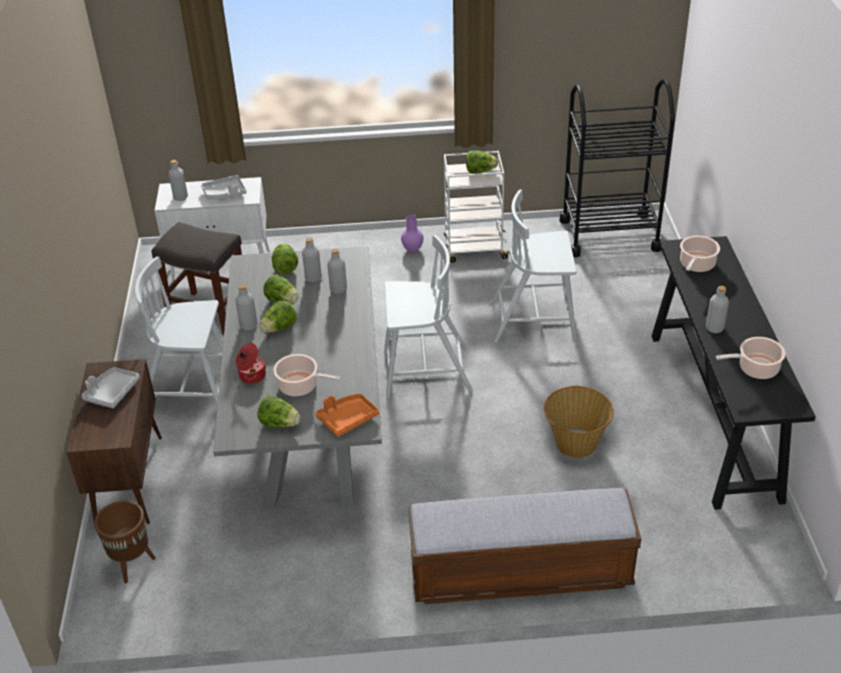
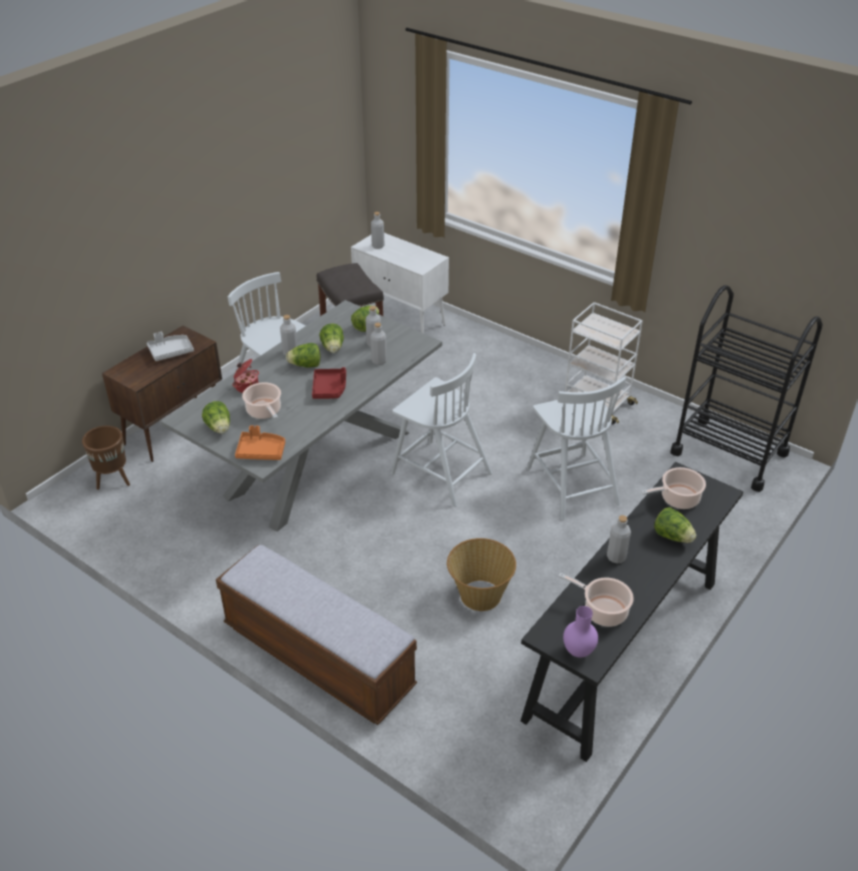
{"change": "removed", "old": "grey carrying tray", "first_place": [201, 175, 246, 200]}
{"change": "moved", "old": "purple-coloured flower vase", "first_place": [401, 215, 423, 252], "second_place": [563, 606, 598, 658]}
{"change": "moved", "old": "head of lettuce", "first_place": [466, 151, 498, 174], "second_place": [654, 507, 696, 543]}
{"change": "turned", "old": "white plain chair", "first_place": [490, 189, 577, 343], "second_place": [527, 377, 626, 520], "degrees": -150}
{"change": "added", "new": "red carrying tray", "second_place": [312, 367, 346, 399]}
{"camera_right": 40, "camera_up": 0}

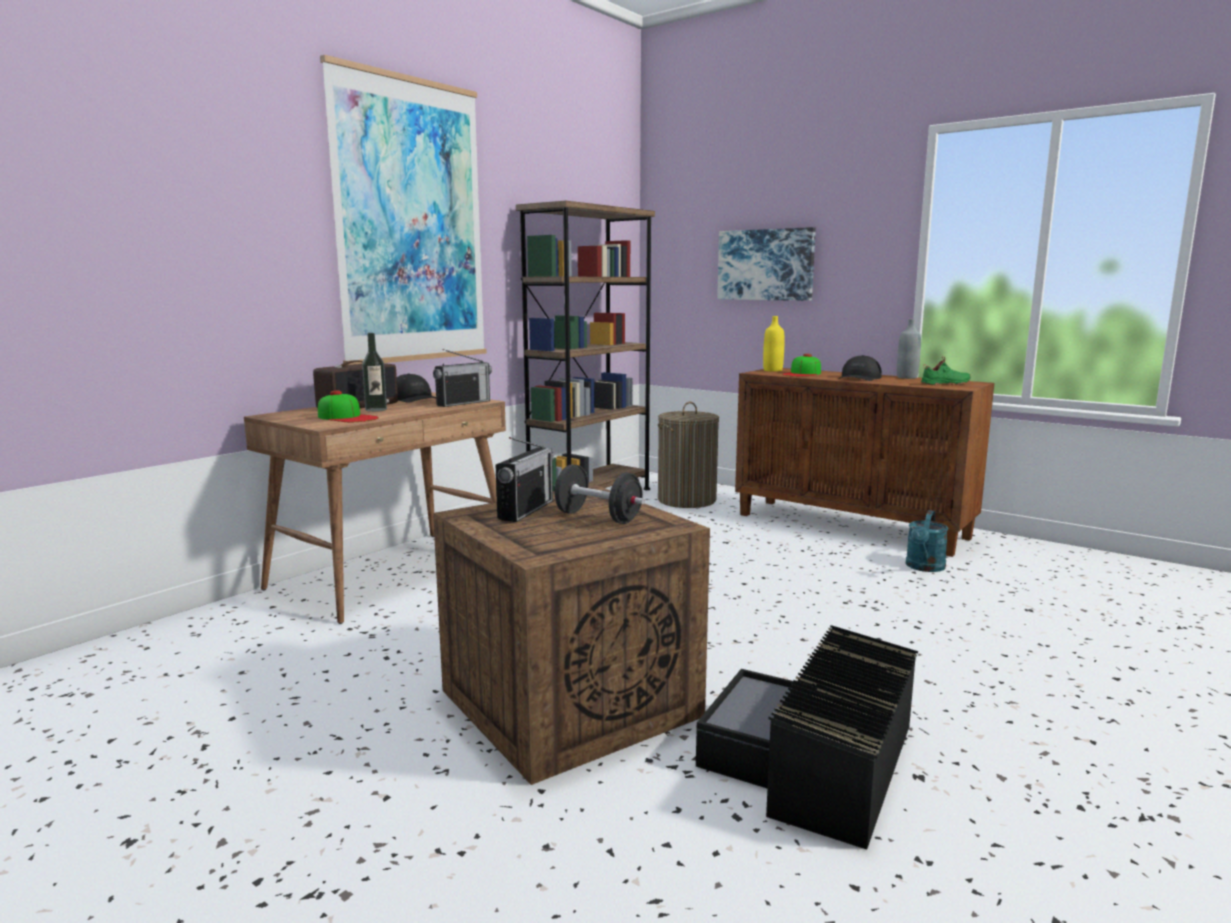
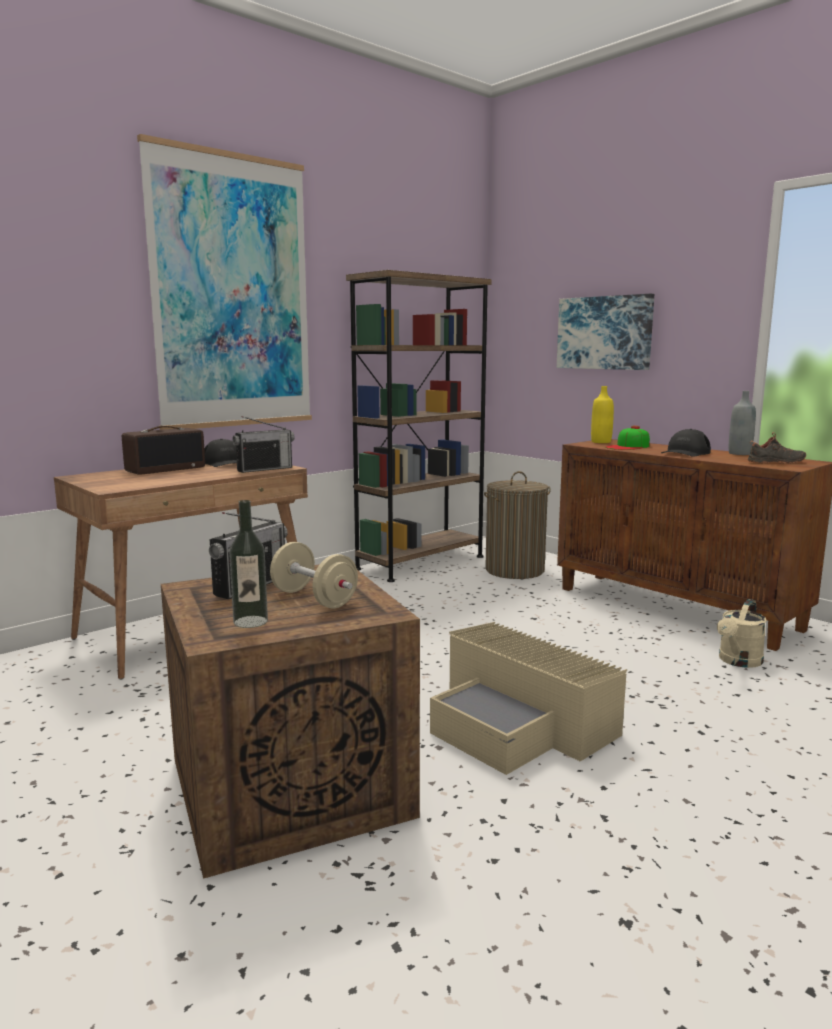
{"change": "removed", "old": "peaked cap", "first_place": [318, 391, 379, 422]}
{"change": "moved", "old": "bottle", "first_place": [362, 333, 387, 412], "second_place": [229, 500, 268, 628]}
{"change": "recoloured", "old": "black-coloured dumbbell", "new": "beige-coloured dumbbell", "first_place": [554, 464, 645, 524], "second_place": [270, 542, 358, 608]}
{"change": "removed", "old": "black-coloured storage container", "first_place": [696, 625, 918, 850]}
{"change": "recoloured", "old": "turquoise watering can", "new": "beige-coloured watering can", "first_place": [906, 510, 948, 572], "second_place": [717, 599, 767, 668]}
{"change": "recoloured", "old": "greenish low shoe", "new": "black-coloured low shoe", "first_place": [921, 356, 971, 385], "second_place": [748, 432, 806, 464]}
{"change": "added", "new": "beige-coloured storage container", "second_place": [430, 622, 627, 775]}
{"camera_right": 10, "camera_up": 0}

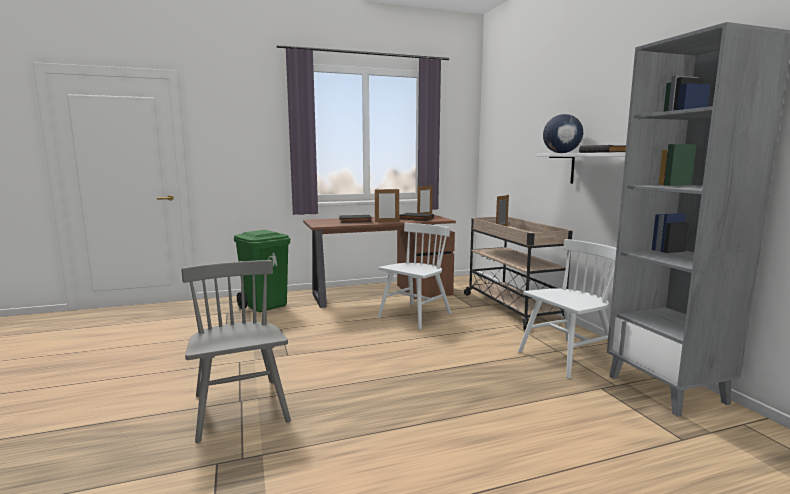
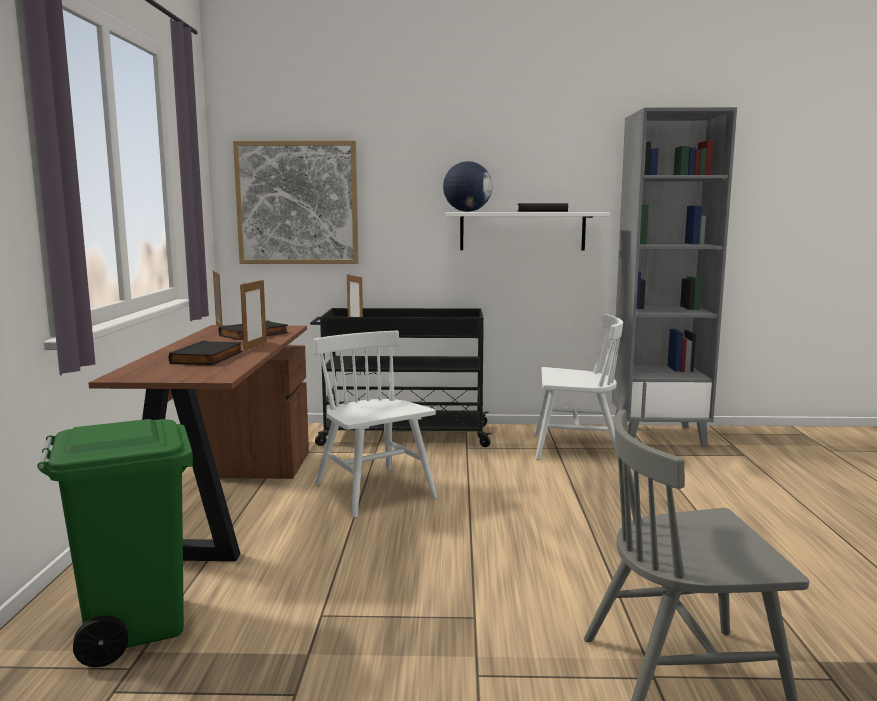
{"change": "recoloured", "old": "beige-coloured cart", "new": "black-coloured cart", "first_place": [464, 217, 573, 330], "second_place": [310, 308, 492, 447]}
{"change": "turned", "old": "white plain chair", "first_place": [518, 239, 616, 378], "second_place": [535, 314, 623, 460], "degrees": 105}
{"change": "added", "new": "picture", "second_place": [233, 141, 359, 264]}
{"camera_right": -70, "camera_up": 0}

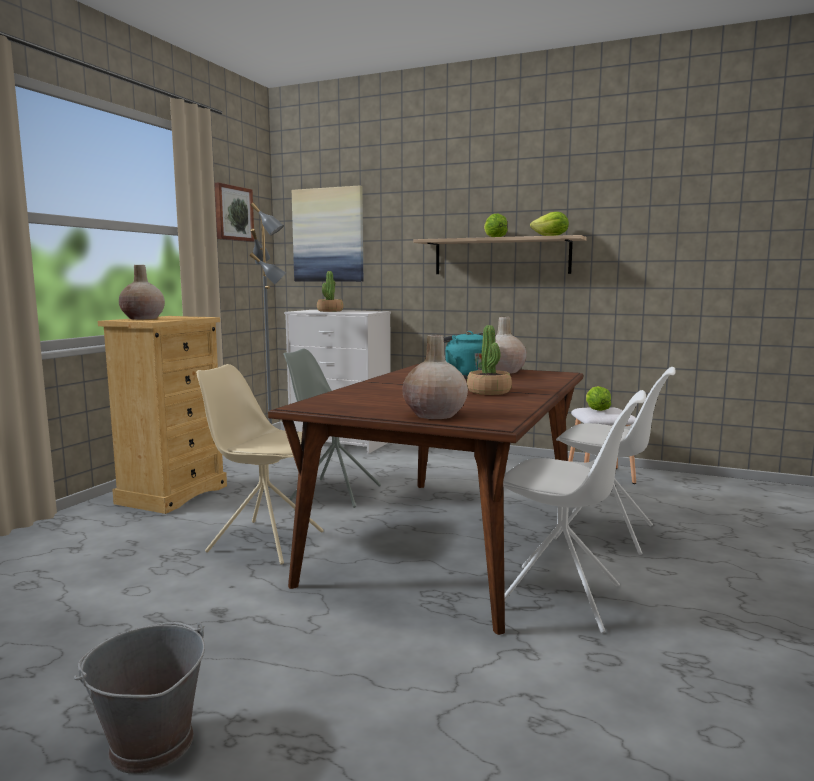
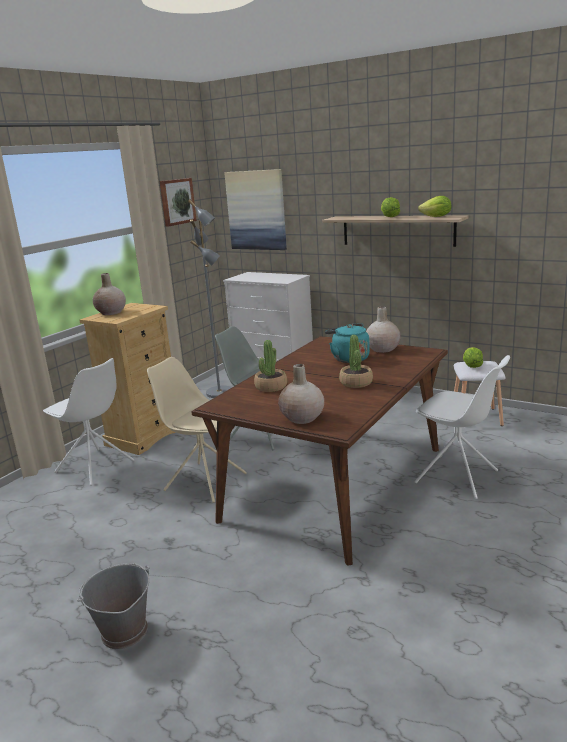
{"change": "moved", "old": "houseplant", "first_place": [317, 271, 344, 312], "second_place": [254, 340, 287, 392]}
{"change": "moved", "old": "white plain chair", "first_place": [503, 390, 646, 633], "second_place": [43, 358, 135, 486]}
{"camera_right": 10, "camera_up": 10}

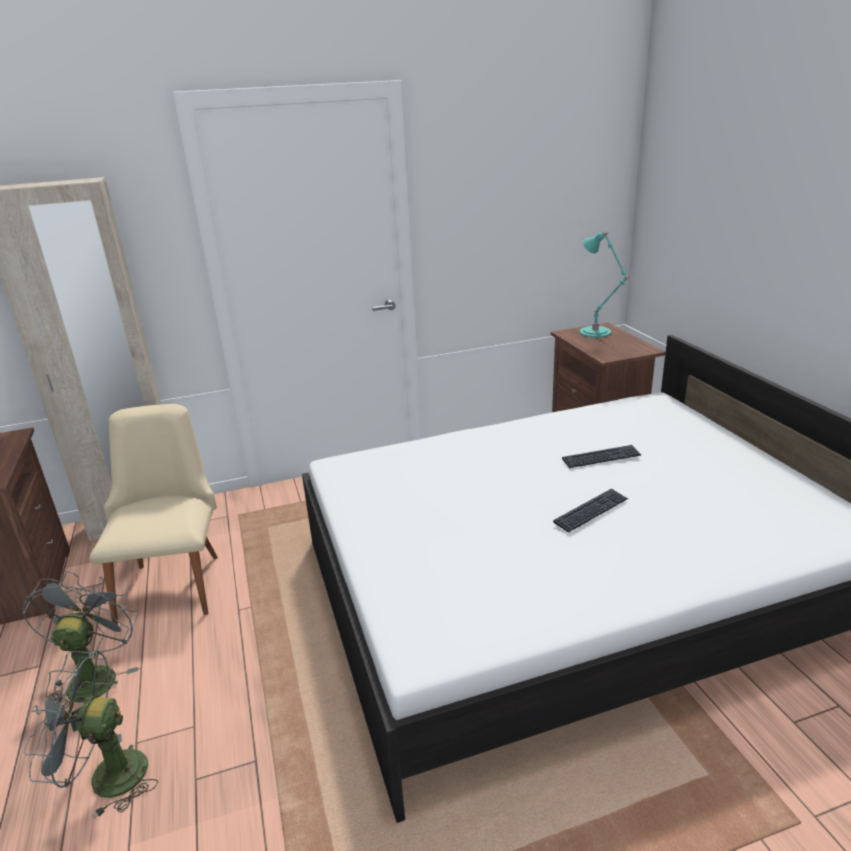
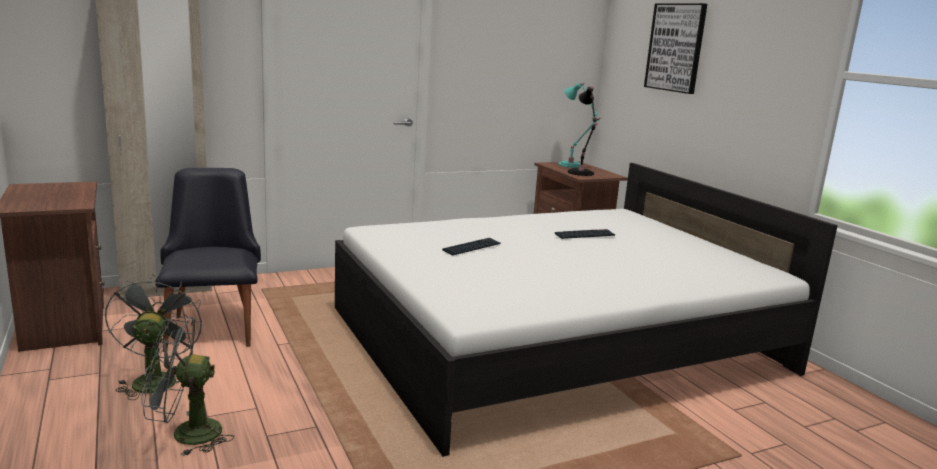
{"change": "recoloured", "old": "beige-coloured plain chair", "new": "black-coloured plain chair", "first_place": [89, 404, 218, 624], "second_place": [155, 168, 261, 352]}
{"change": "moved", "old": "PC keyboard", "first_place": [553, 489, 628, 532], "second_place": [442, 238, 501, 256]}
{"change": "added", "new": "black-coloured lamp for a table", "second_place": [568, 86, 598, 176]}
{"change": "added", "new": "picture", "second_place": [644, 3, 707, 94]}
{"camera_right": -10, "camera_up": -10}

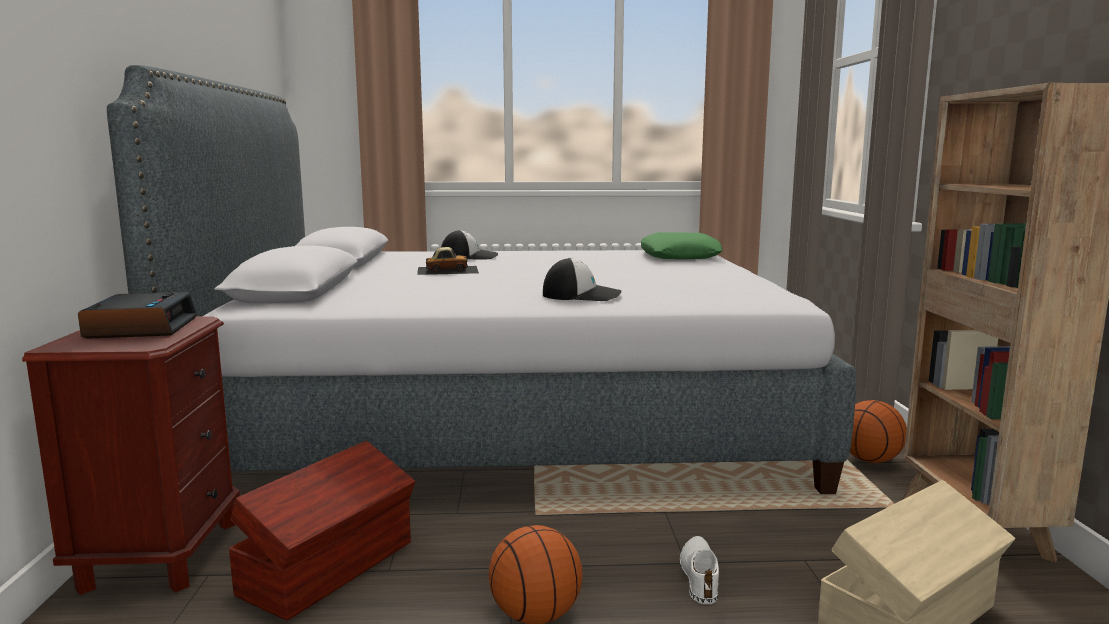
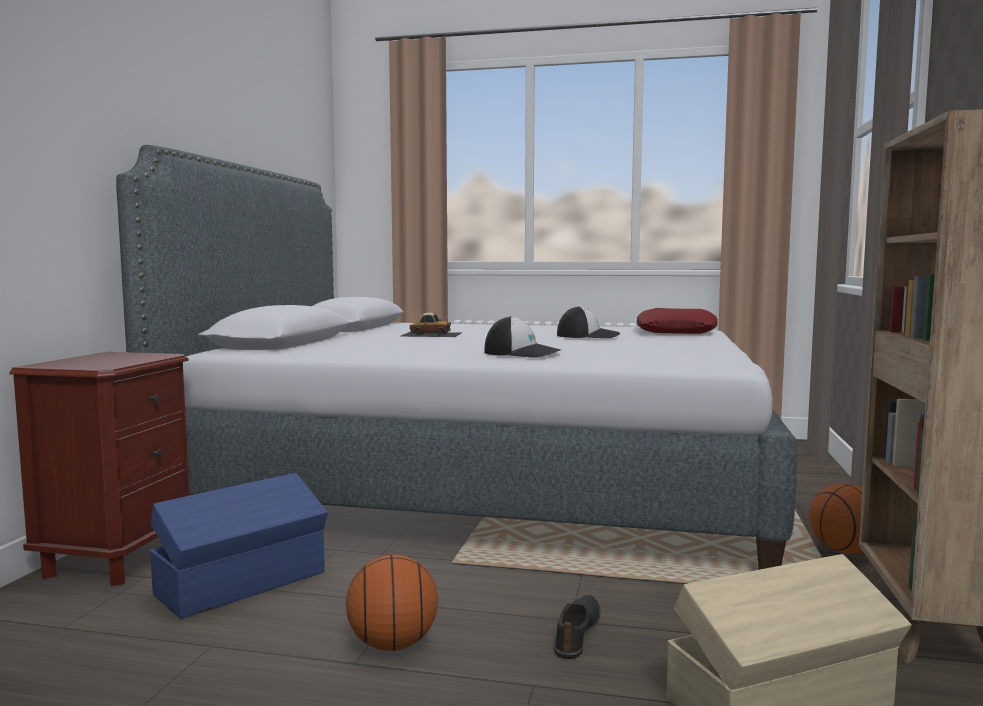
{"change": "removed", "old": "alarm clock", "first_place": [78, 292, 197, 339]}
{"change": "recoloured", "old": "brownish storage container", "new": "blue-coloured storage container", "first_place": [229, 441, 415, 621], "second_place": [150, 473, 328, 619]}
{"change": "moved", "old": "peaked cap", "first_place": [441, 230, 498, 259], "second_place": [557, 306, 620, 338]}
{"change": "recoloured", "old": "greenish throw pillow", "new": "red throw pillow", "first_place": [641, 232, 722, 260], "second_place": [637, 308, 717, 334]}
{"change": "recoloured", "old": "white low shoe", "new": "black-coloured low shoe", "first_place": [680, 536, 719, 604], "second_place": [553, 595, 600, 659]}
{"camera_right": 15, "camera_up": -5}

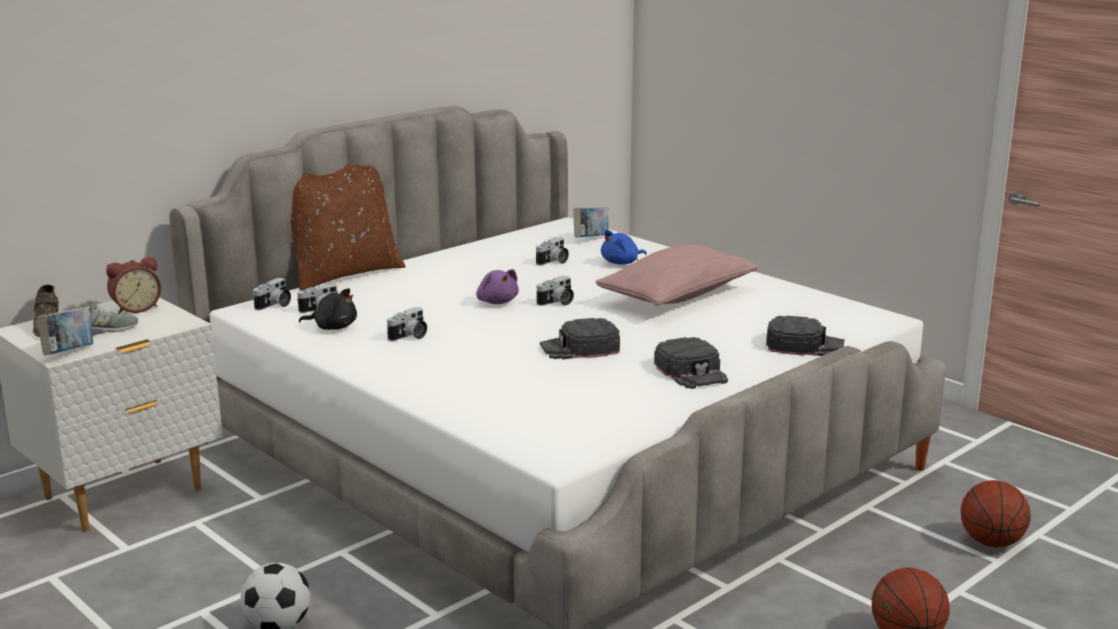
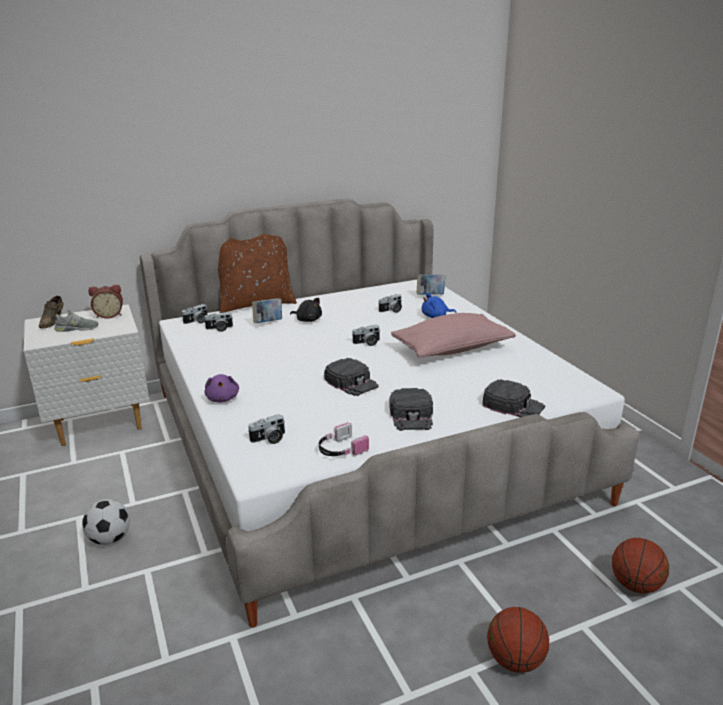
{"change": "moved", "old": "bound book", "first_place": [37, 308, 93, 355], "second_place": [252, 298, 282, 323]}
{"change": "moved", "old": "black-coloured cuddly toy", "first_place": [299, 288, 357, 330], "second_place": [290, 298, 322, 322]}
{"change": "moved", "old": "still camera", "first_place": [387, 307, 427, 341], "second_place": [248, 414, 285, 444]}
{"change": "moved", "old": "purple-coloured cuddly toy", "first_place": [476, 269, 519, 304], "second_place": [204, 374, 239, 403]}
{"change": "turned", "old": "black-coloured peaked cap", "first_place": [540, 318, 620, 359], "second_place": [324, 358, 379, 396], "degrees": -135}
{"change": "added", "new": "pair of headphones", "second_place": [319, 423, 369, 456]}
{"camera_right": 20, "camera_up": 5}

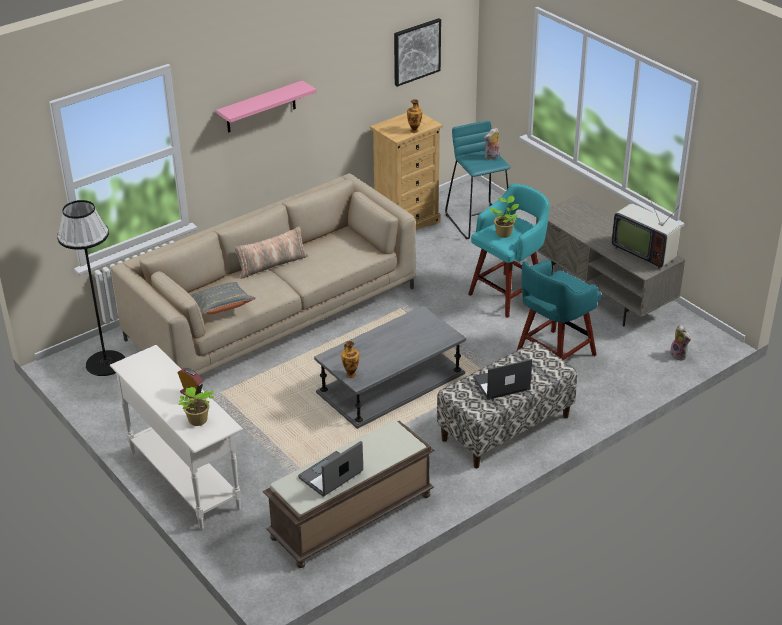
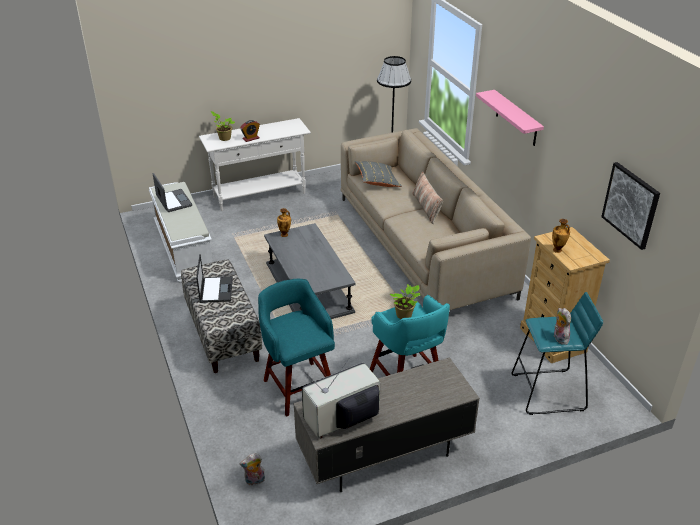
{"change": "recoloured", "old": "brownish bench", "new": "white bench", "first_place": [263, 420, 434, 568], "second_place": [149, 182, 212, 283]}
{"camera_right": 105, "camera_up": 0}

